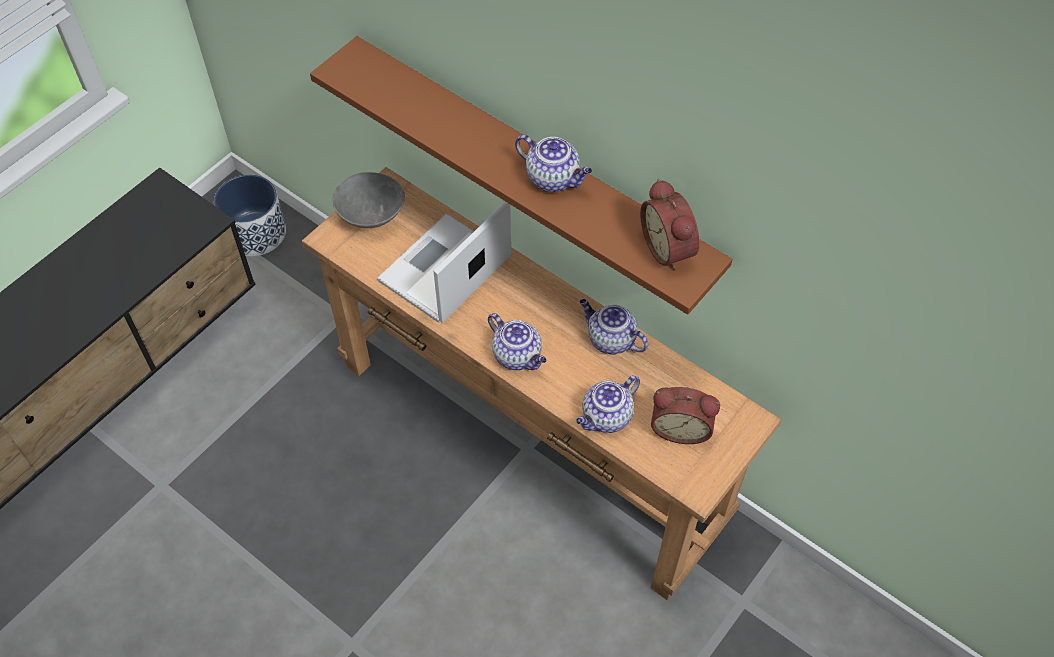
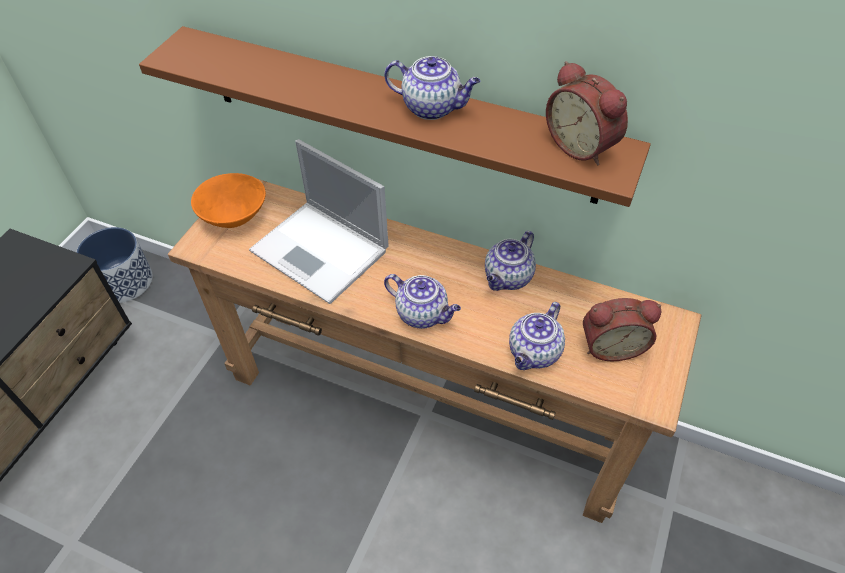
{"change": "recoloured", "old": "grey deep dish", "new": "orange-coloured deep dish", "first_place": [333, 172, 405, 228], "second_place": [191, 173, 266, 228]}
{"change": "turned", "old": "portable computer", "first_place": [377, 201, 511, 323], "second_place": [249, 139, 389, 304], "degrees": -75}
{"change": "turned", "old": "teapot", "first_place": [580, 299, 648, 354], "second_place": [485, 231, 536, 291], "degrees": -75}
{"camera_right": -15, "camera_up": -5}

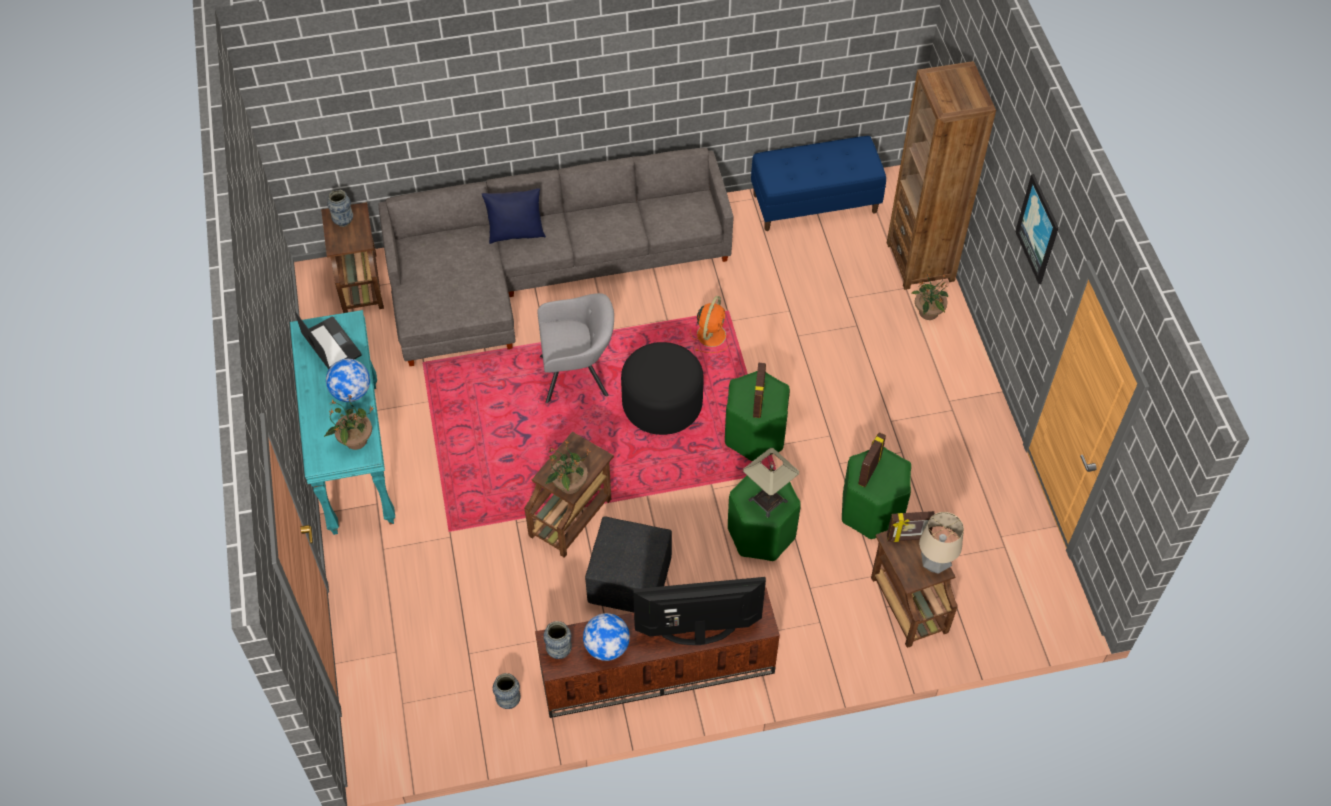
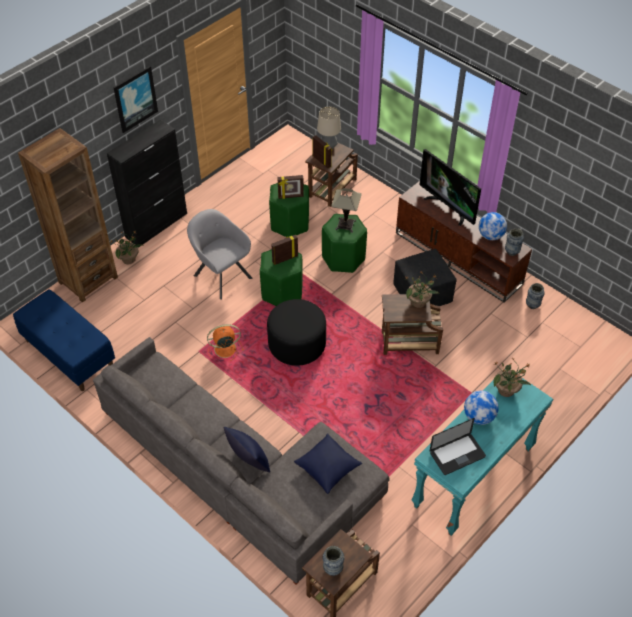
{"change": "turned", "old": "portable computer", "first_place": [295, 311, 361, 369], "second_place": [430, 418, 486, 475], "degrees": -135}
{"change": "moved", "old": "grey lounge chair", "first_place": [537, 293, 614, 403], "second_place": [187, 209, 253, 300]}
{"change": "added", "new": "black-coloured cabinet", "second_place": [107, 120, 187, 248]}
{"change": "added", "new": "blue-coloured throw pillow", "second_place": [294, 434, 362, 494]}
{"camera_right": -125, "camera_up": -5}

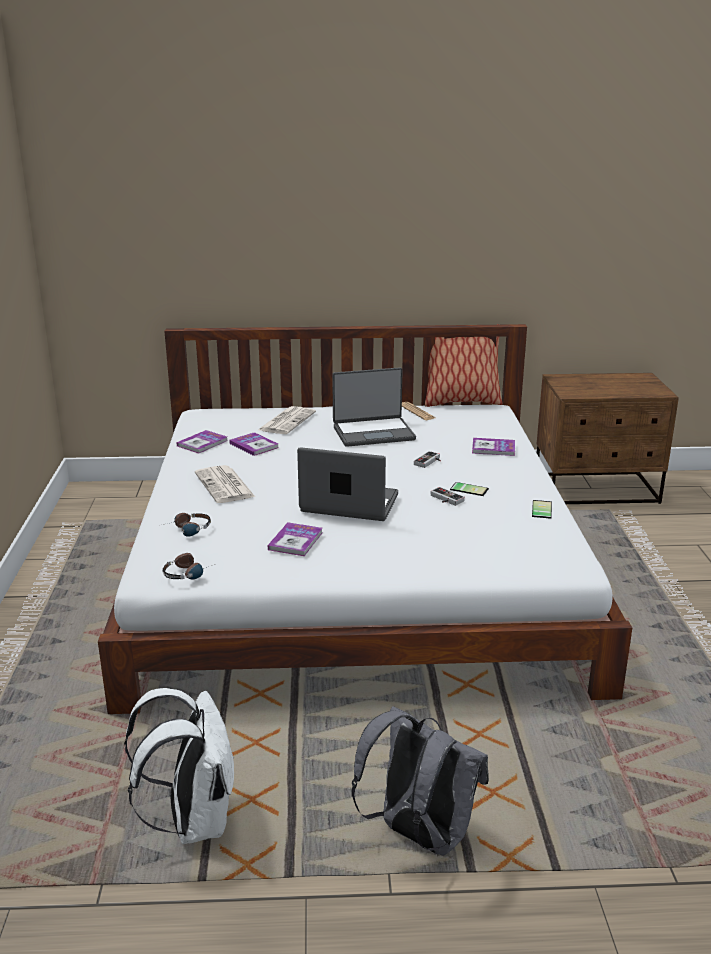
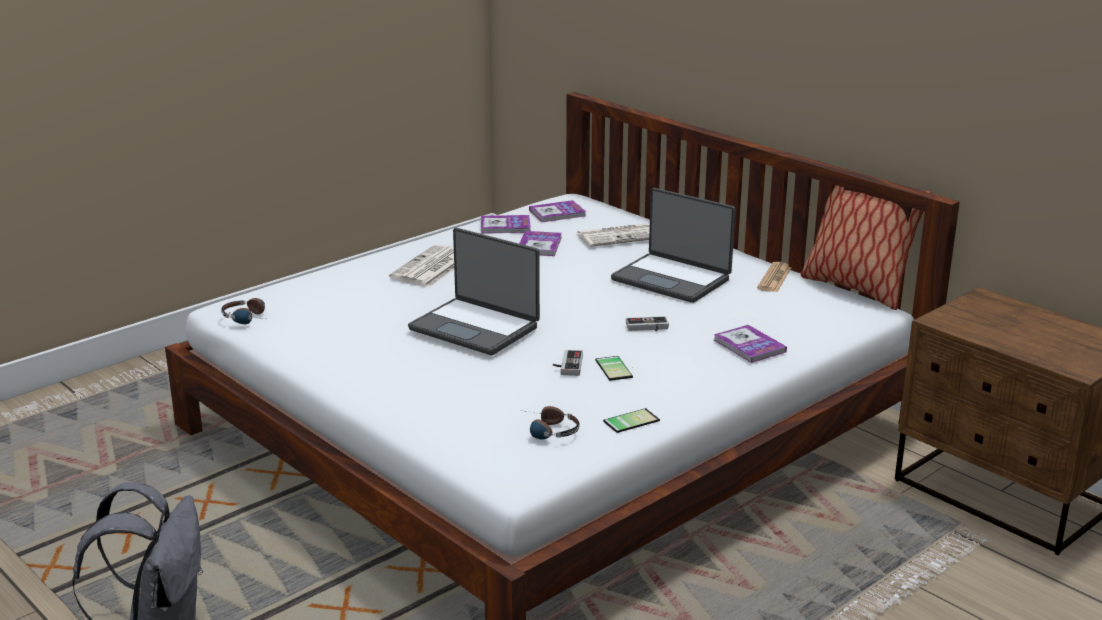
{"change": "removed", "old": "white rucksack", "first_place": [124, 688, 234, 844]}
{"change": "moved", "old": "pair of headphones", "first_place": [163, 513, 211, 537], "second_place": [527, 406, 580, 439]}
{"change": "moved", "old": "bound book", "first_place": [268, 522, 323, 556], "second_place": [529, 200, 586, 222]}
{"change": "turned", "old": "portable computer", "first_place": [297, 447, 398, 521], "second_place": [408, 228, 540, 355], "degrees": 150}
{"camera_right": 50, "camera_up": 0}

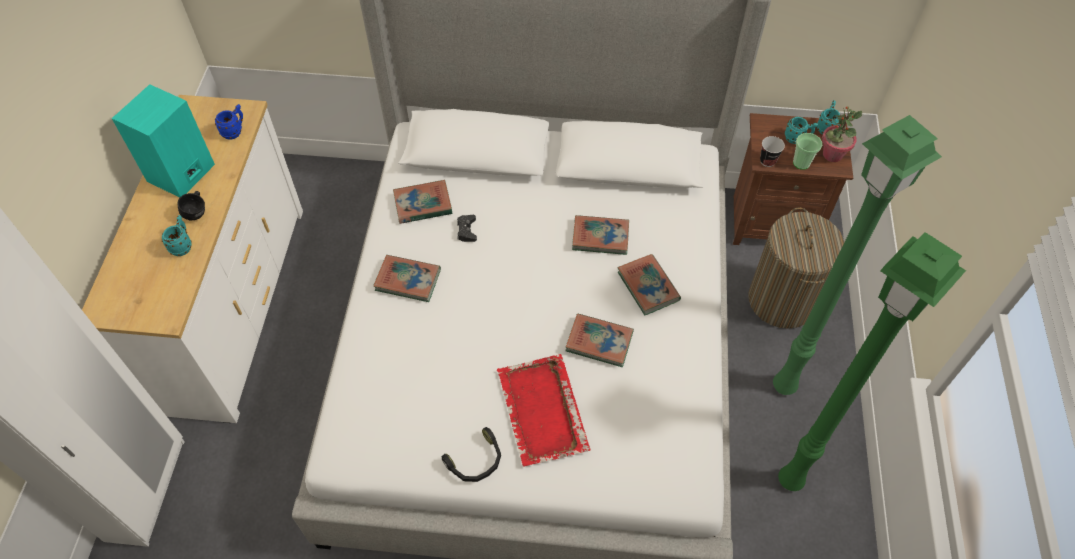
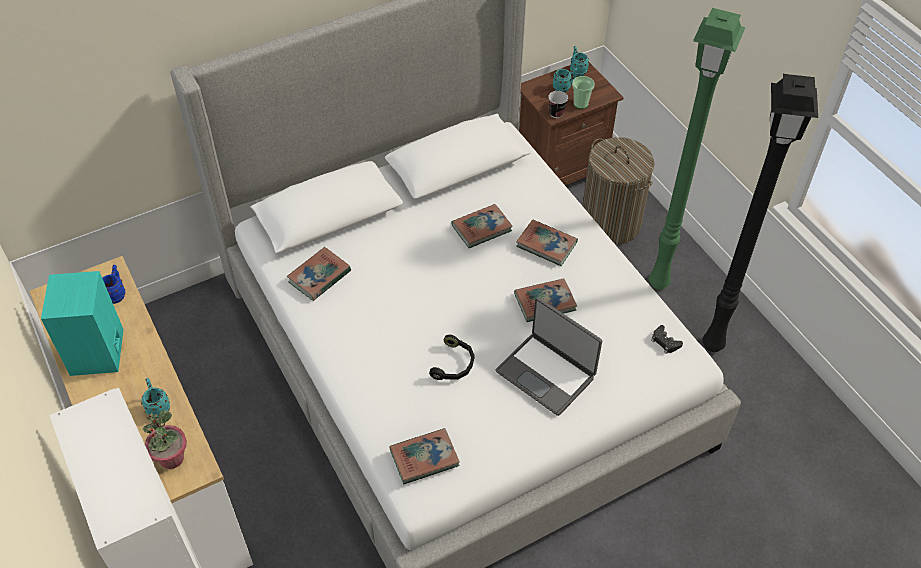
{"change": "removed", "old": "black-coloured coffee mug", "first_place": [177, 191, 205, 220]}
{"change": "moved", "old": "bound book", "first_place": [373, 255, 441, 302], "second_place": [390, 428, 460, 484]}
{"change": "moved", "old": "black-coloured pair of headphones", "first_place": [442, 427, 501, 482], "second_place": [429, 334, 474, 380]}
{"change": "moved", "old": "black-coloured gamepad", "first_place": [457, 215, 477, 242], "second_place": [651, 325, 683, 354]}
{"change": "replaced", "old": "red carrying tray", "new": "portable computer", "first_place": [496, 354, 591, 467], "second_place": [495, 297, 602, 416]}
{"change": "recoloured", "old": "greenish floor lamp", "new": "black-coloured floor lamp", "first_place": [778, 232, 966, 491], "second_place": [702, 74, 818, 352]}
{"change": "moved", "old": "houseplant", "first_place": [822, 106, 862, 162], "second_place": [142, 410, 187, 469]}
{"camera_right": -35, "camera_up": -5}

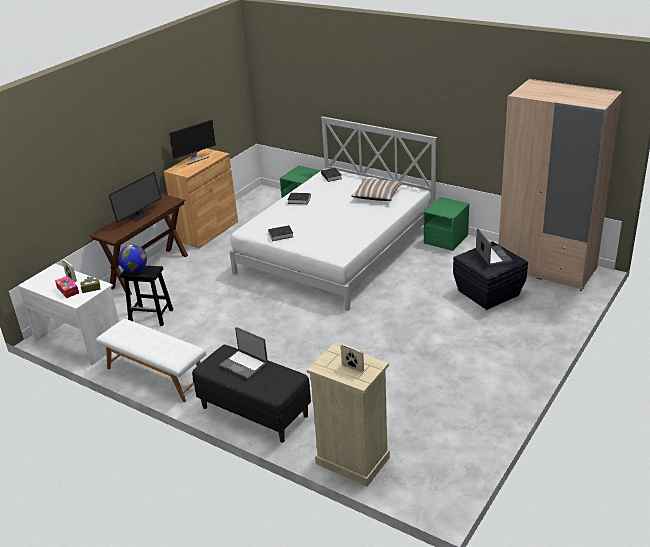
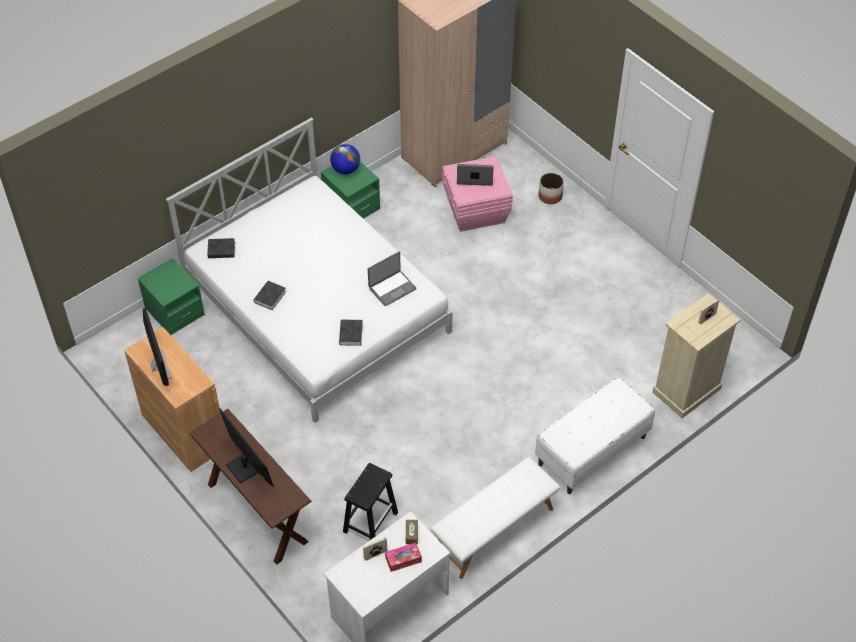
{"change": "moved", "old": "desk globe", "first_place": [118, 245, 147, 273], "second_place": [330, 144, 360, 174]}
{"change": "recoloured", "old": "black-coloured bench", "new": "white bench", "first_place": [192, 345, 311, 443], "second_place": [535, 377, 655, 494]}
{"change": "moved", "old": "portable computer", "first_place": [220, 327, 268, 380], "second_place": [368, 252, 417, 306]}
{"change": "removed", "old": "throw pillow", "first_place": [351, 179, 402, 201]}
{"change": "recoloured", "old": "black-coloured storage container", "new": "pinkish storage container", "first_place": [453, 241, 528, 310], "second_place": [442, 156, 513, 232]}
{"change": "added", "new": "flower pot", "second_place": [538, 173, 564, 204]}
{"camera_right": -75, "camera_up": 20}

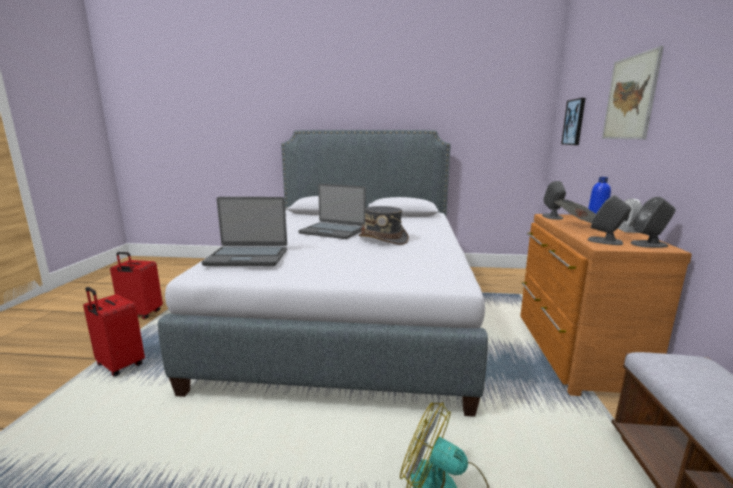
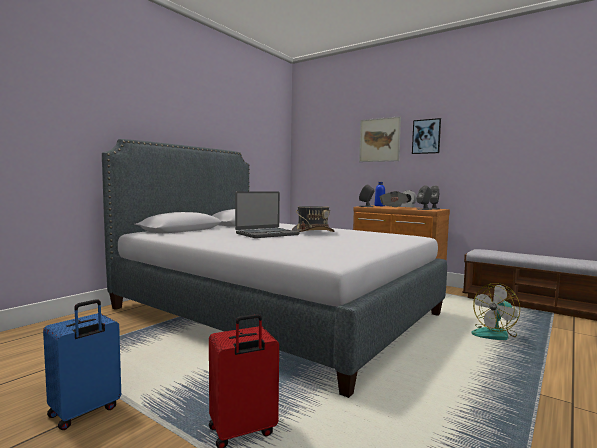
{"change": "recoloured", "old": "red suitcase", "new": "blue-coloured suitcase", "first_place": [110, 252, 163, 319], "second_place": [43, 299, 121, 430]}
{"change": "removed", "old": "portable computer", "first_place": [202, 197, 287, 266]}
{"change": "moved", "old": "picture", "first_place": [561, 98, 585, 145], "second_place": [412, 118, 441, 154]}
{"camera_right": -60, "camera_up": -10}

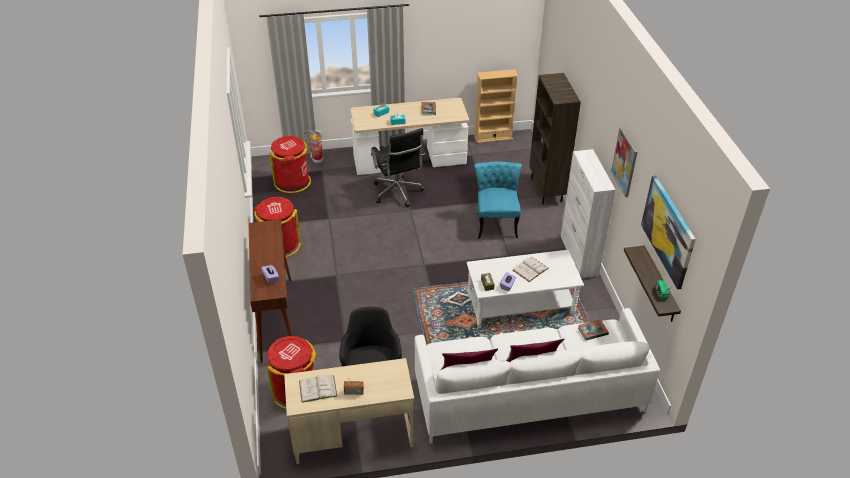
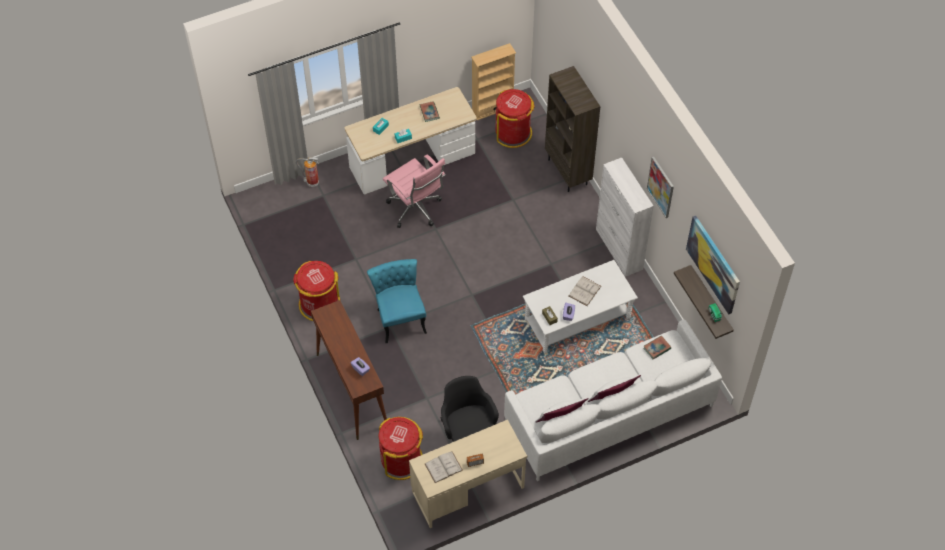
{"change": "moved", "old": "red trash can", "first_place": [269, 136, 311, 193], "second_place": [495, 89, 534, 148]}
{"change": "recoloured", "old": "black-coloured office chair", "new": "pinkish office chair", "first_place": [371, 128, 425, 207], "second_place": [383, 155, 445, 228]}
{"change": "moved", "old": "turquoise plain chair", "first_place": [474, 162, 522, 239], "second_place": [367, 259, 427, 343]}
{"camera_right": -15, "camera_up": 15}

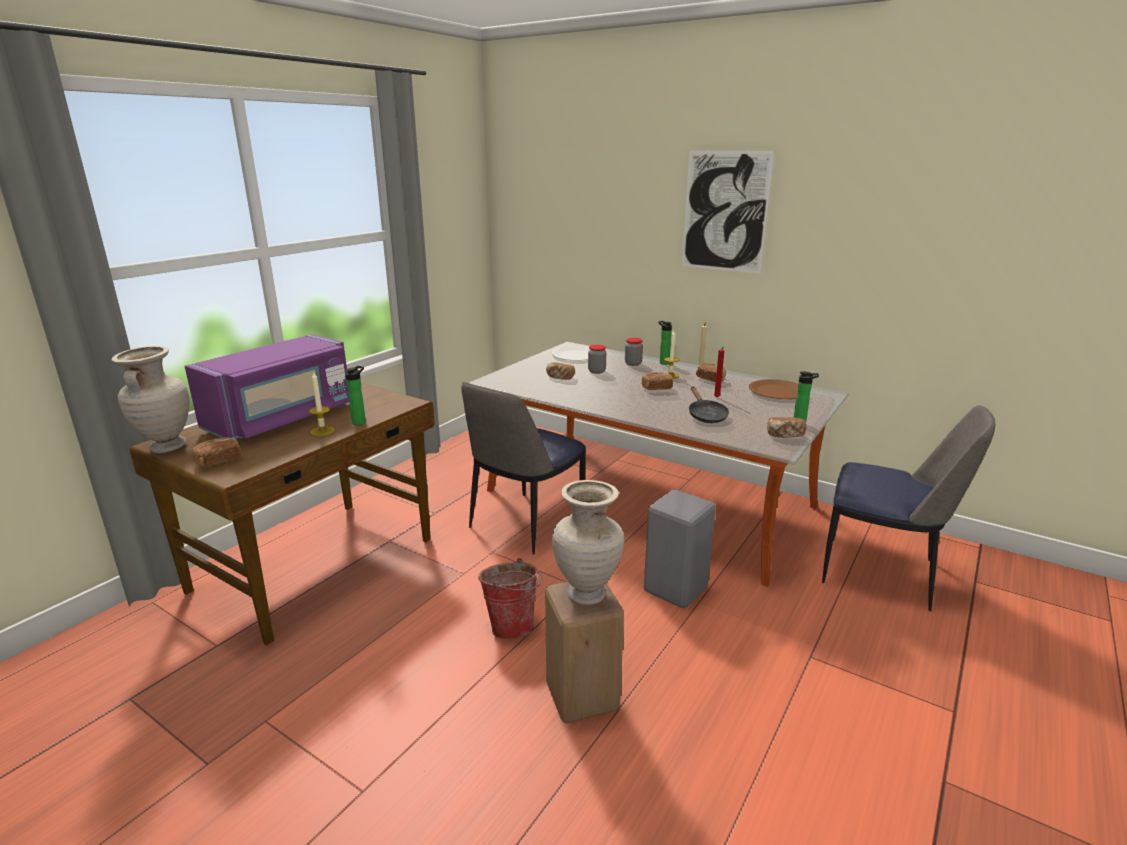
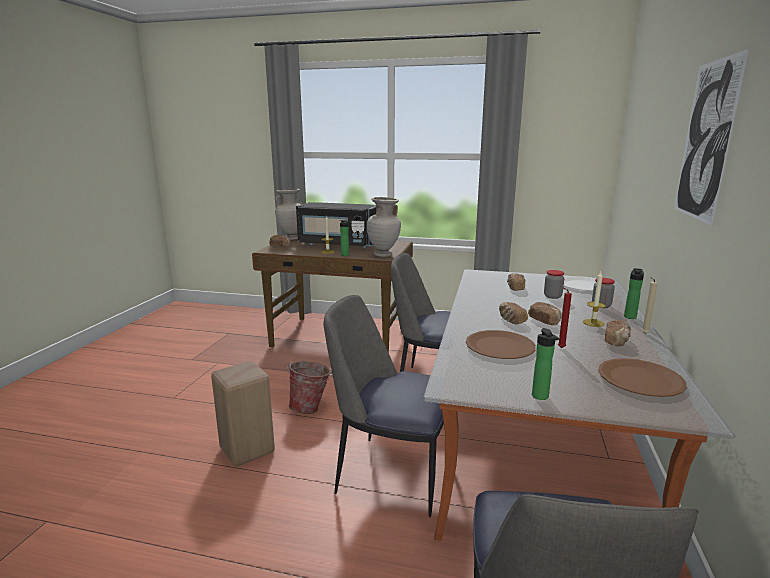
{"change": "recoloured", "old": "purple-coloured microwave", "new": "black-coloured microwave", "first_place": [185, 334, 349, 439], "second_place": [296, 202, 376, 248]}
{"change": "moved", "old": "beige-coloured flower vase", "first_place": [552, 480, 624, 605], "second_place": [367, 197, 401, 257]}
{"change": "replaced", "old": "grey stool seat", "new": "plain chair", "first_place": [644, 490, 716, 608], "second_place": [323, 295, 444, 517]}
{"change": "replaced", "old": "black-coloured frying pan", "new": "brownish flat dish", "first_place": [689, 386, 729, 423], "second_place": [466, 330, 536, 359]}
{"change": "moved", "old": "bread", "first_place": [767, 417, 806, 438], "second_place": [499, 302, 528, 324]}
{"camera_right": 70, "camera_up": -5}

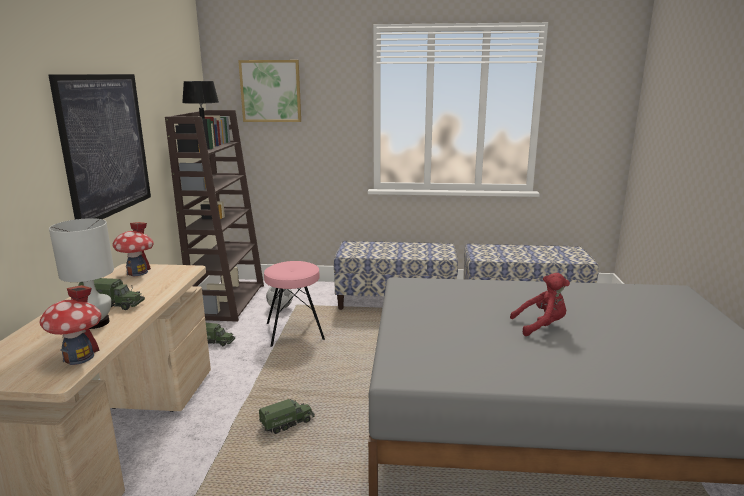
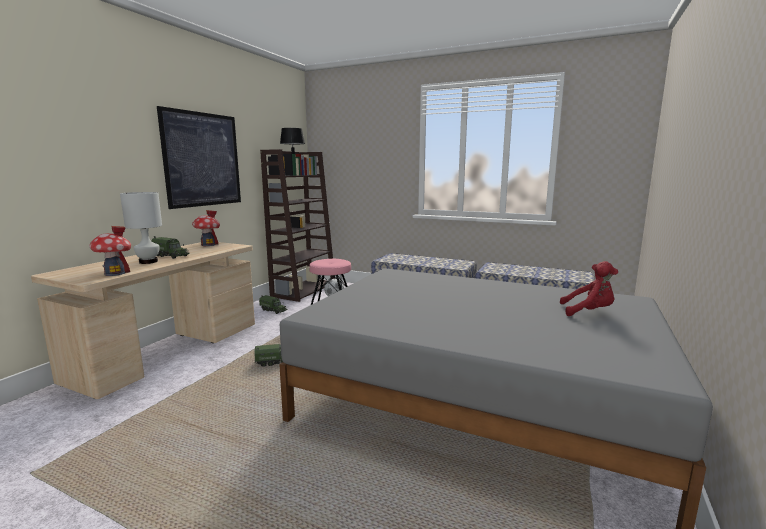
{"change": "removed", "old": "picture", "first_place": [238, 60, 301, 122]}
{"change": "moved", "old": "red cuddly toy", "first_place": [510, 273, 570, 336], "second_place": [560, 261, 618, 316]}
{"camera_right": 20, "camera_up": -5}

